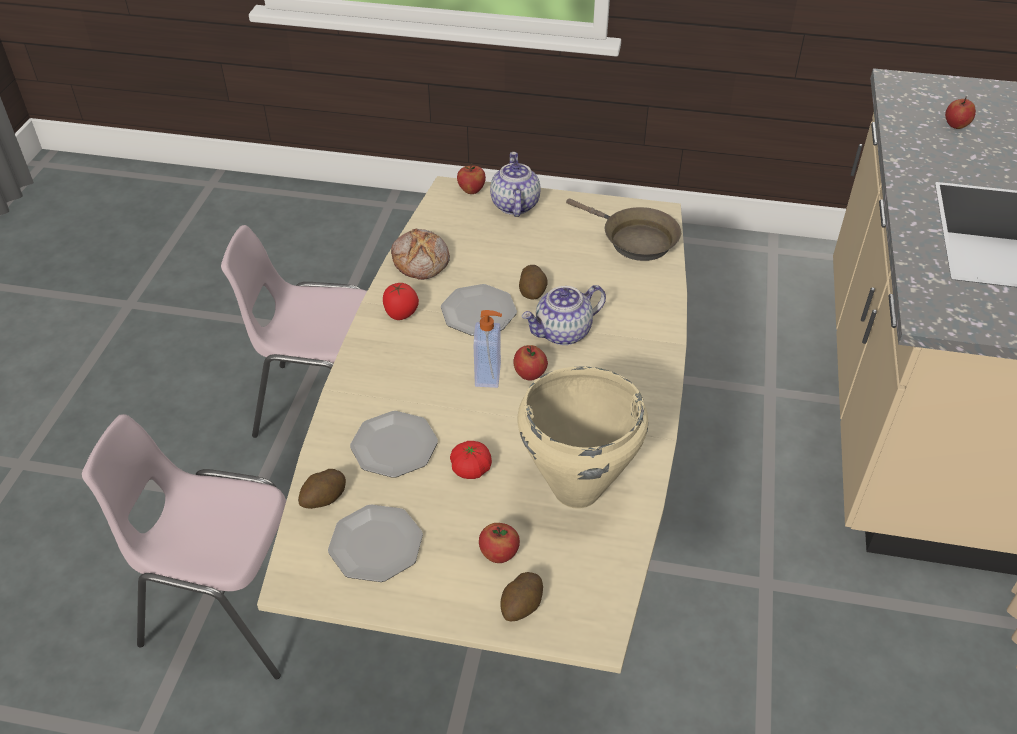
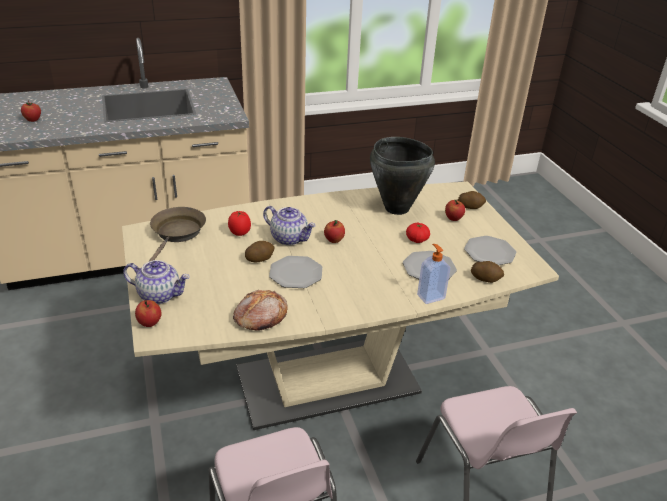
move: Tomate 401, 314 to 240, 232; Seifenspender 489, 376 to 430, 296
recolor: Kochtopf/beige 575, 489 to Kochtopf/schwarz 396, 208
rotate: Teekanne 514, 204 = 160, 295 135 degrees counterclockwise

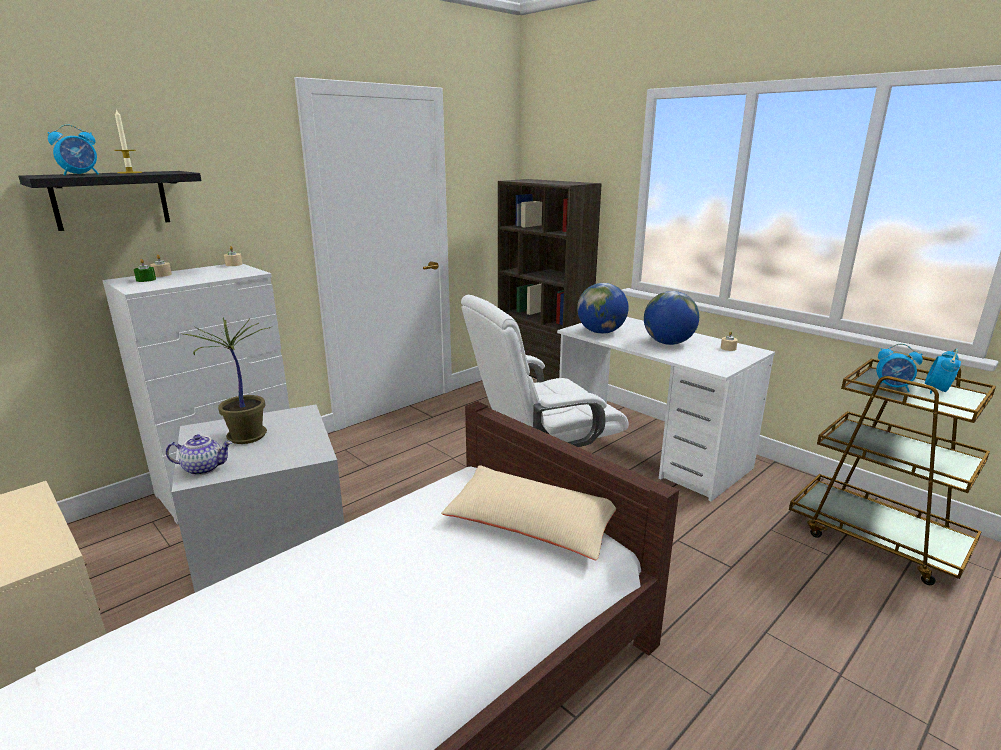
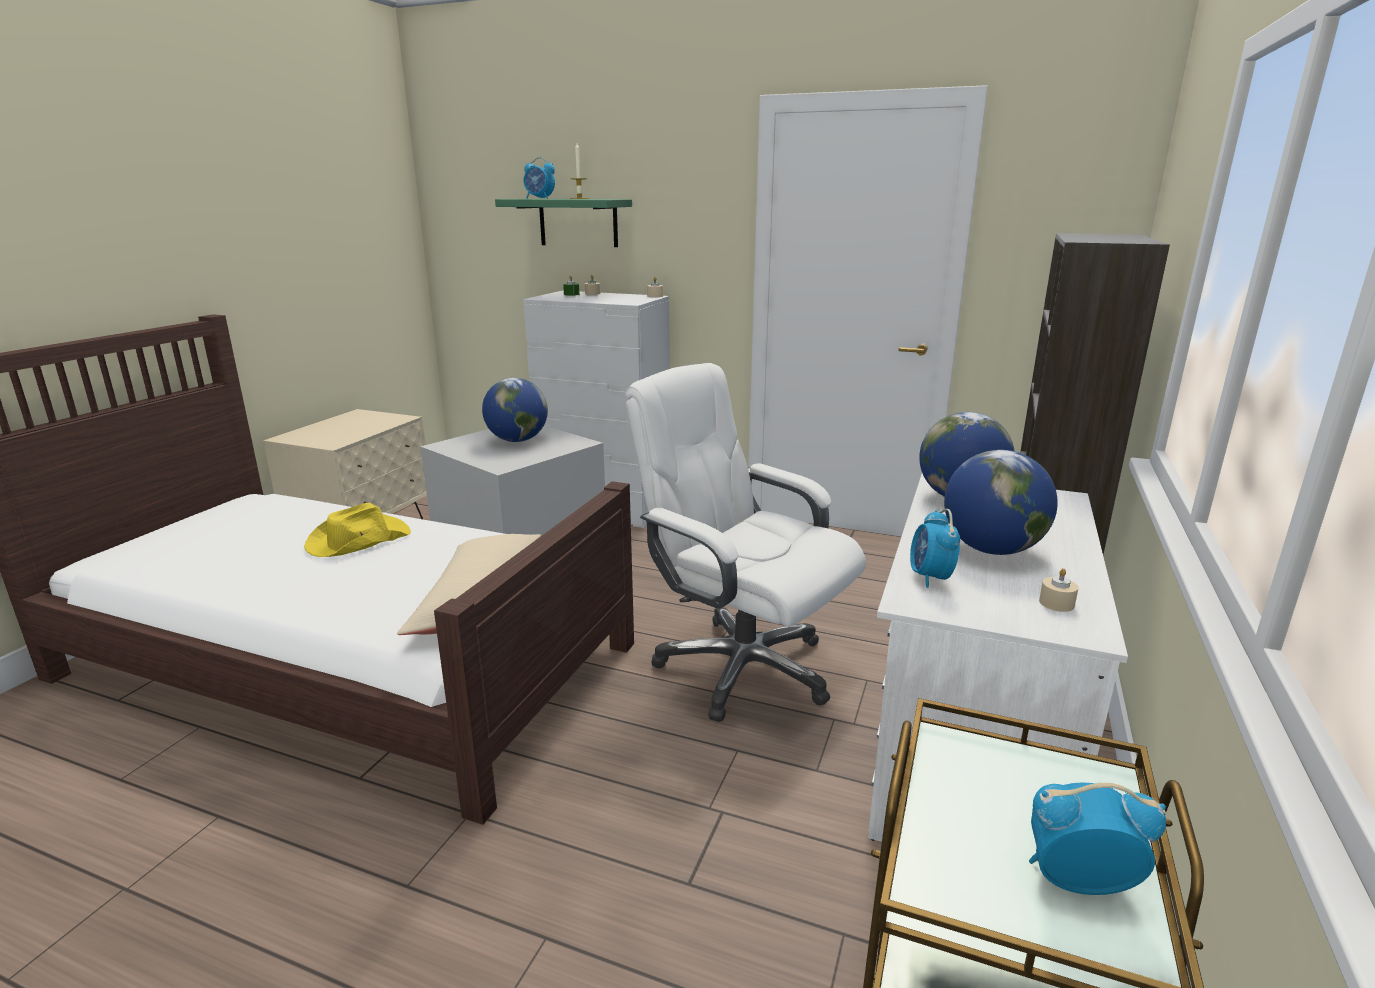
delete: Teekanne 204, 468
insert: Hut/gelb 357, 540
move: Wecker 892, 388 to 930, 578
replace: Topfpflanze 246, 437 to Globus 517, 440
recolor: Wandregal/schwarz 111, 200 to Wandregal/grün 578, 222

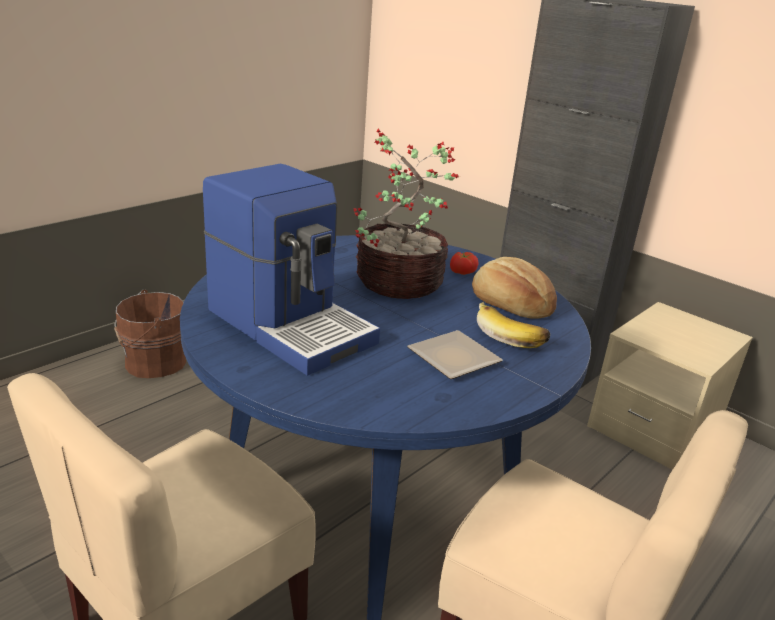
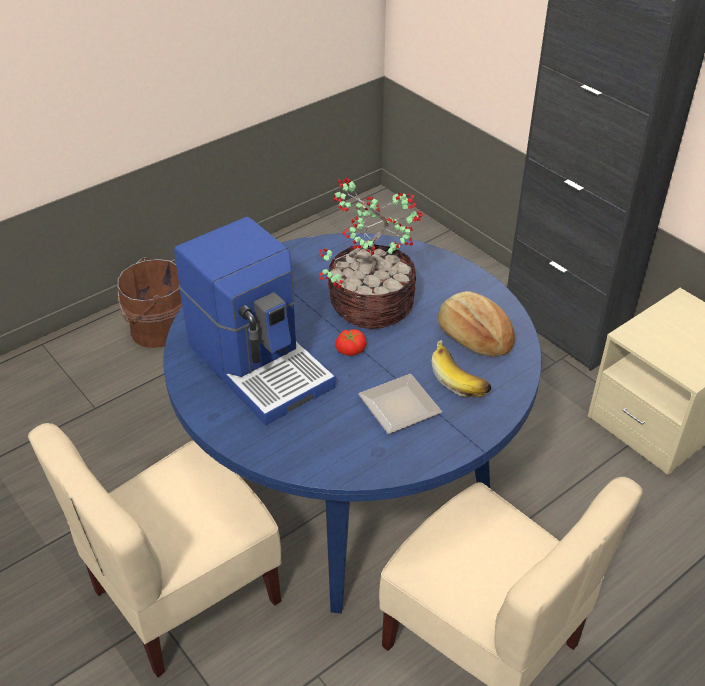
move: Tomate 462, 271 to 350, 349

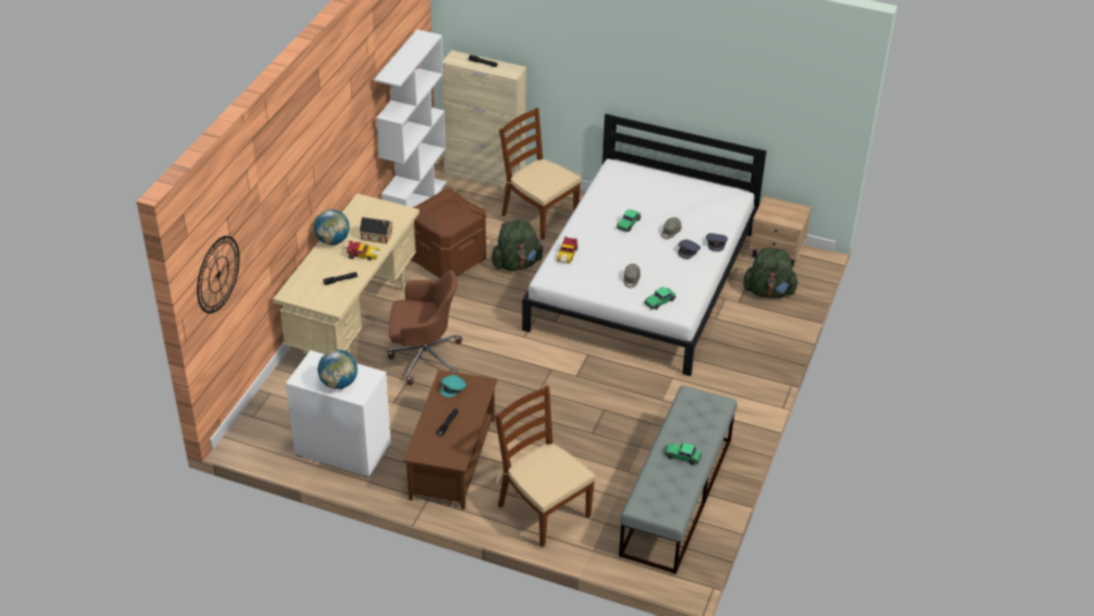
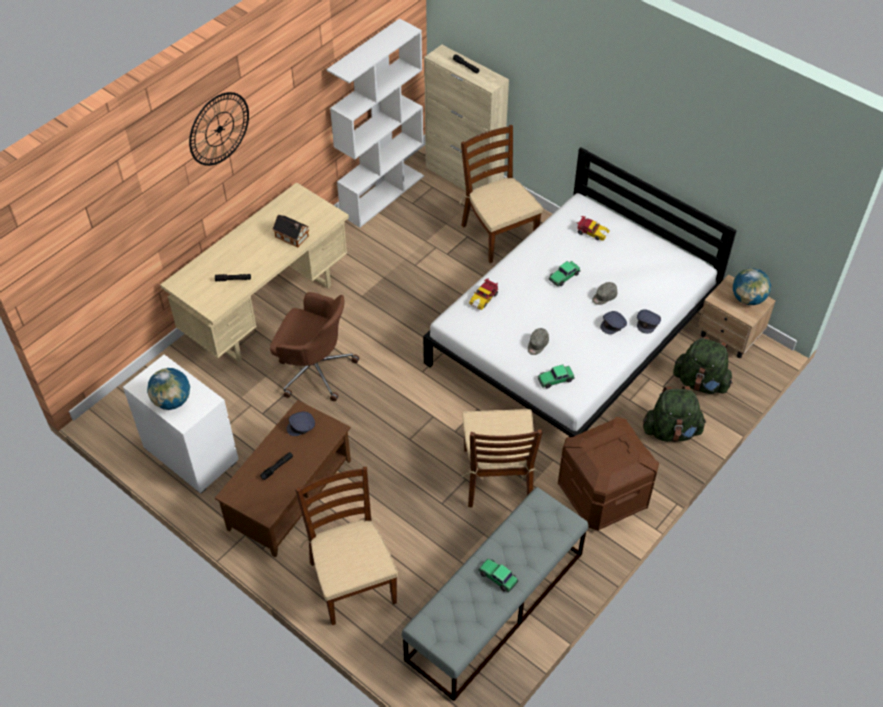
insert: Stuhl/braun 497, 477
move: Wanduhr 218, 274 to 219, 129; Aufbewahrungsbox/braun 447, 260 to 602, 495; Spielzeugauto 362, 255 to 591, 232; Rucksack/grün 517, 264 to 671, 431; Globus 333, 241 to 748, 299
recolor: Kappe/türkis 453, 388 to Kappe/grau 301, 426

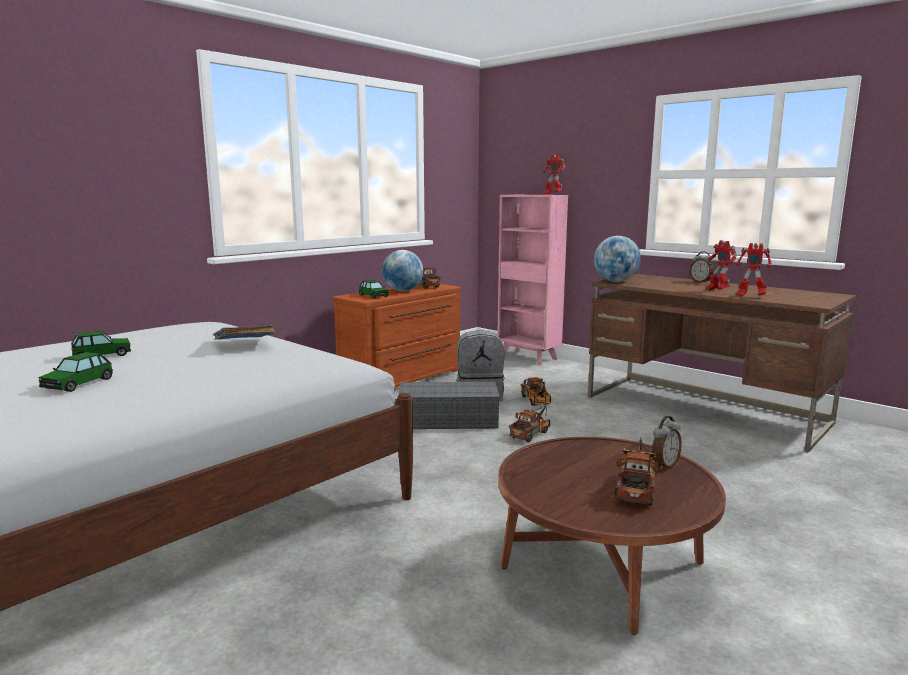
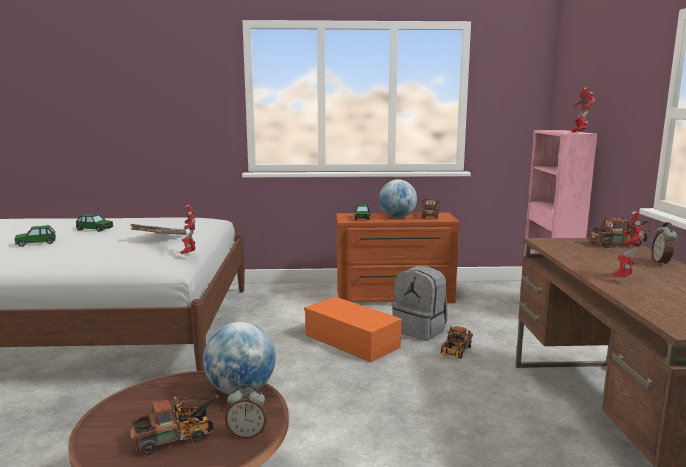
move: Spielzeugroboter 750, 296 to 189, 254; Globus 615, 281 to 241, 391; Spielzeuglaster 531, 433 to 620, 244
recolor: Aufbewahrungsbox/grau 450, 419 to Aufbewahrungsbox/orange 353, 341

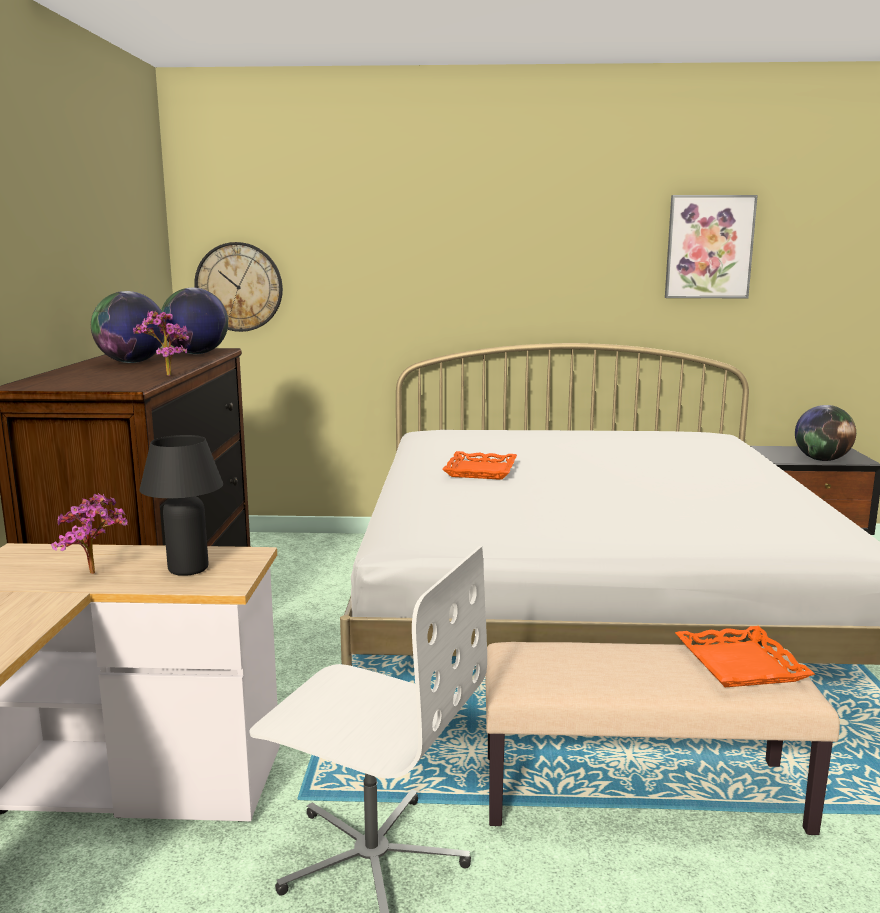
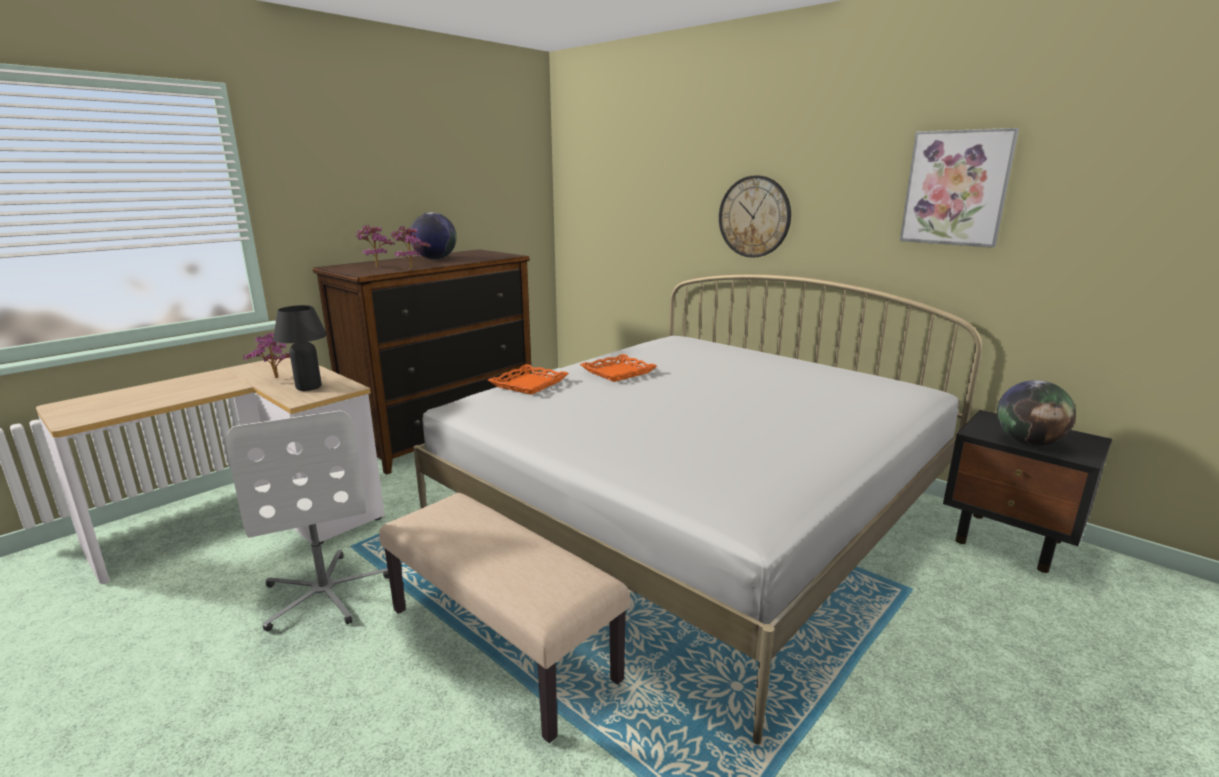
delete: Globus 196, 354
insert: Topfpflanze 376, 266
move: Tablett/orange 739, 664 to 528, 384; Wanduhr 239, 287 to 754, 217

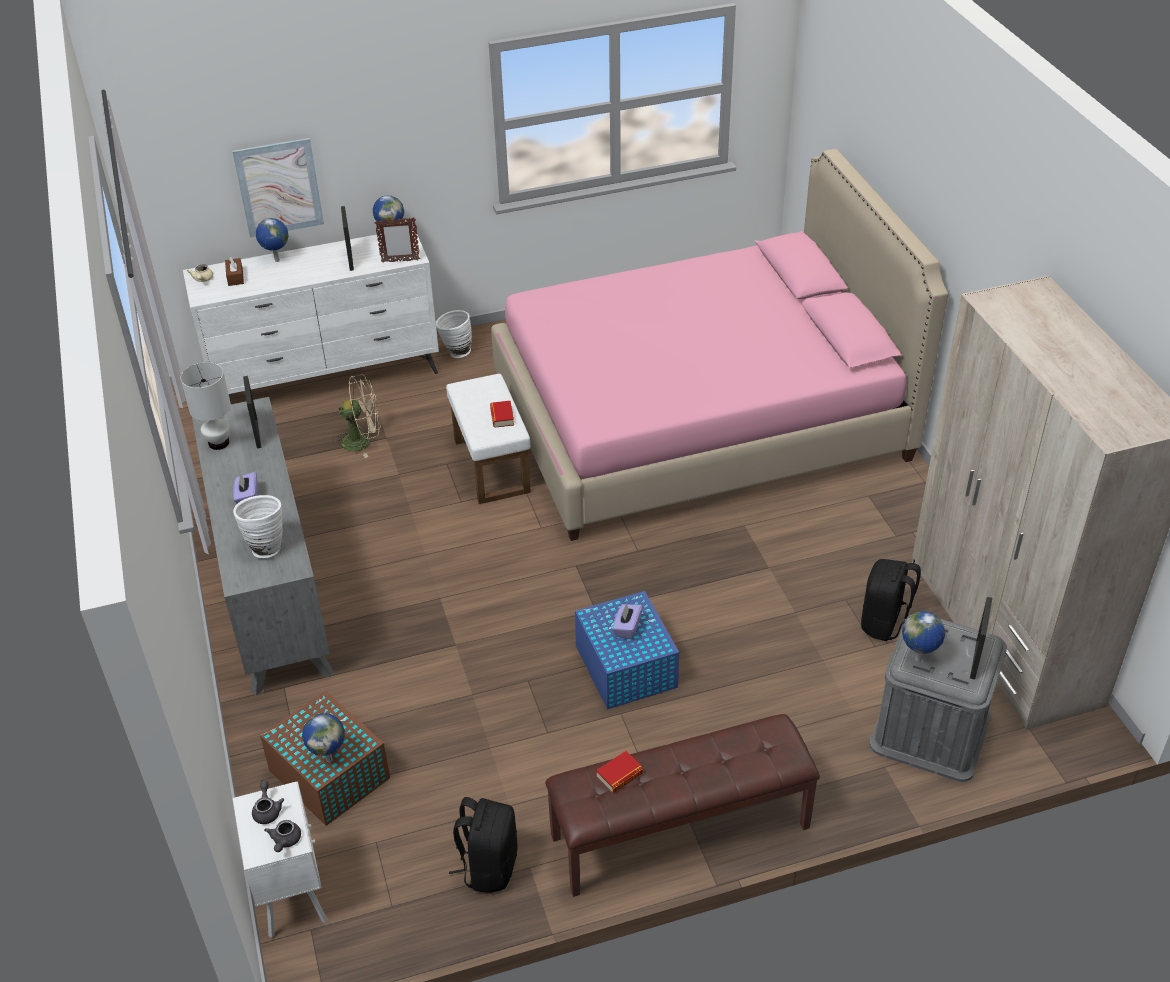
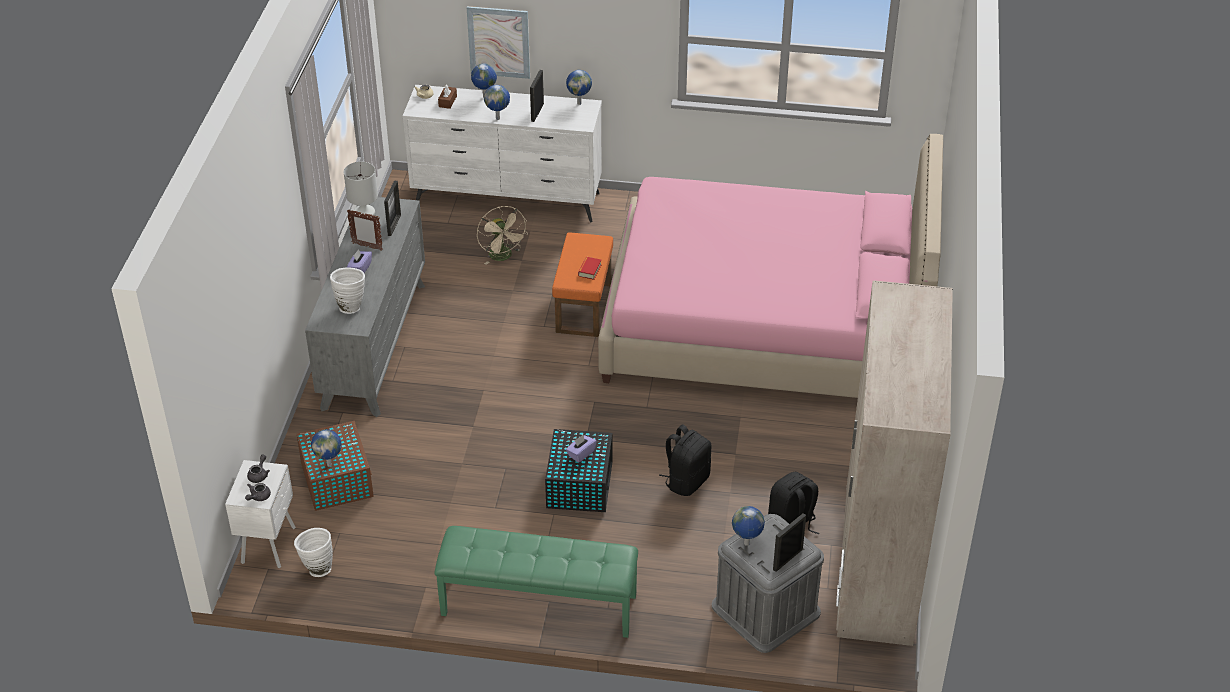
delete: Buch 619, 775
insert: Globus 498, 118
move: Vase/weiß 455, 352 to 316, 567; Bilderrahmen 400, 261 to 367, 246; Rucksack/schwarz 489, 866 to 686, 481
recolor: Bank/braun 680, 833 to Bank/grün 538, 605; Aufbewahrungsbox/blau 625, 665 to Aufbewahrungsbox/schwarz 580, 484; Polsterhocker/weiß 493, 466 to Polsterhocker/orange 584, 308
rotate: Ventilator/beige 363, 441 = 503, 257 45 degrees clockwise

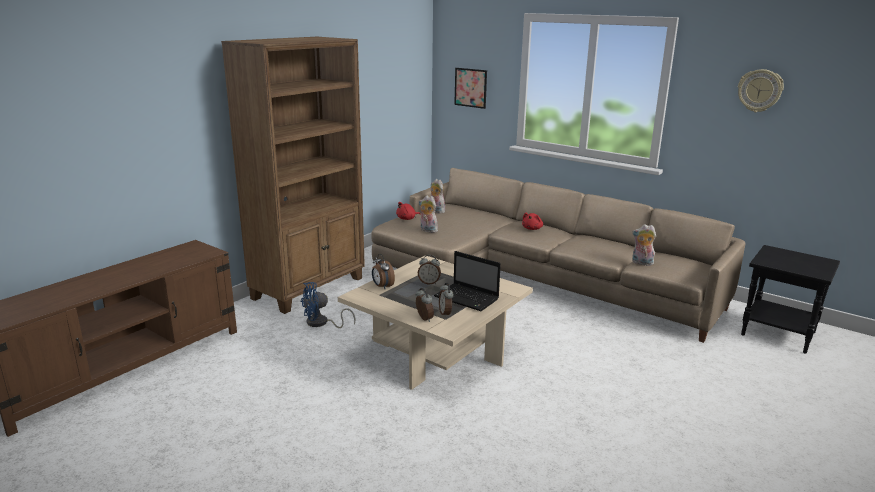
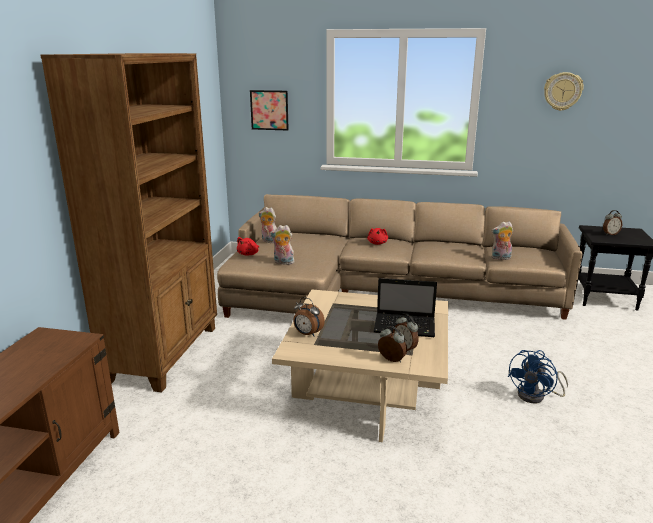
move: Ventilator/blau 321, 323 to 536, 396; Wecker 429, 283 to 610, 234

